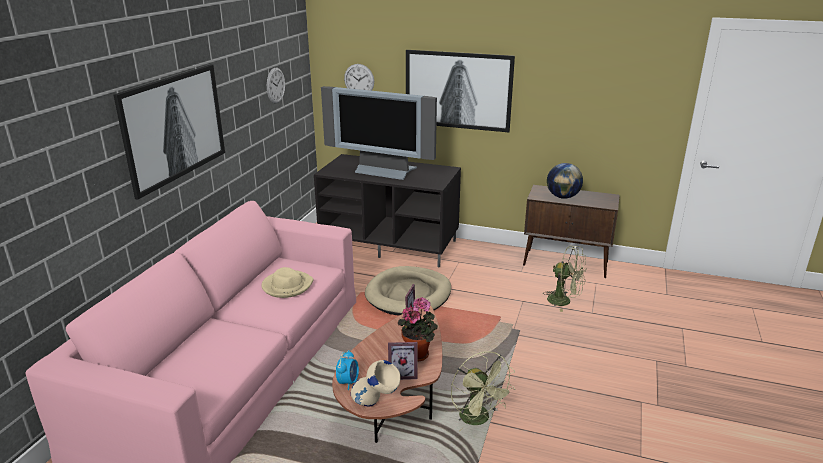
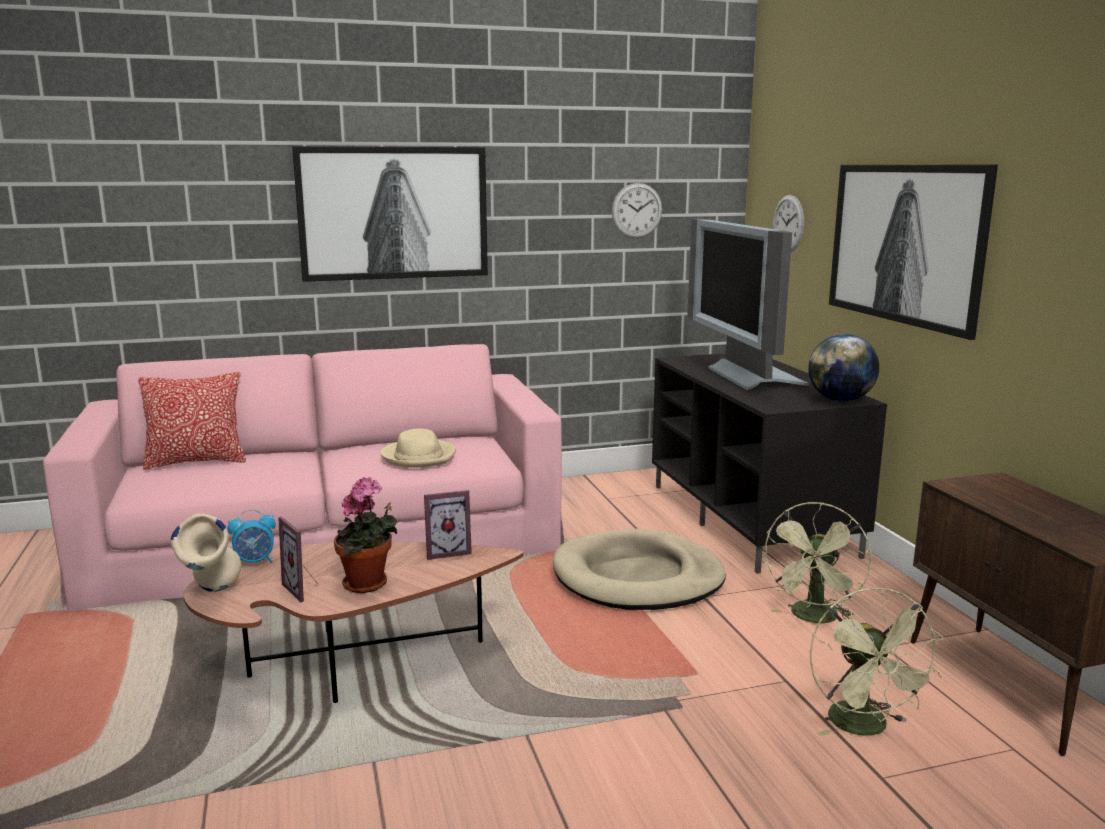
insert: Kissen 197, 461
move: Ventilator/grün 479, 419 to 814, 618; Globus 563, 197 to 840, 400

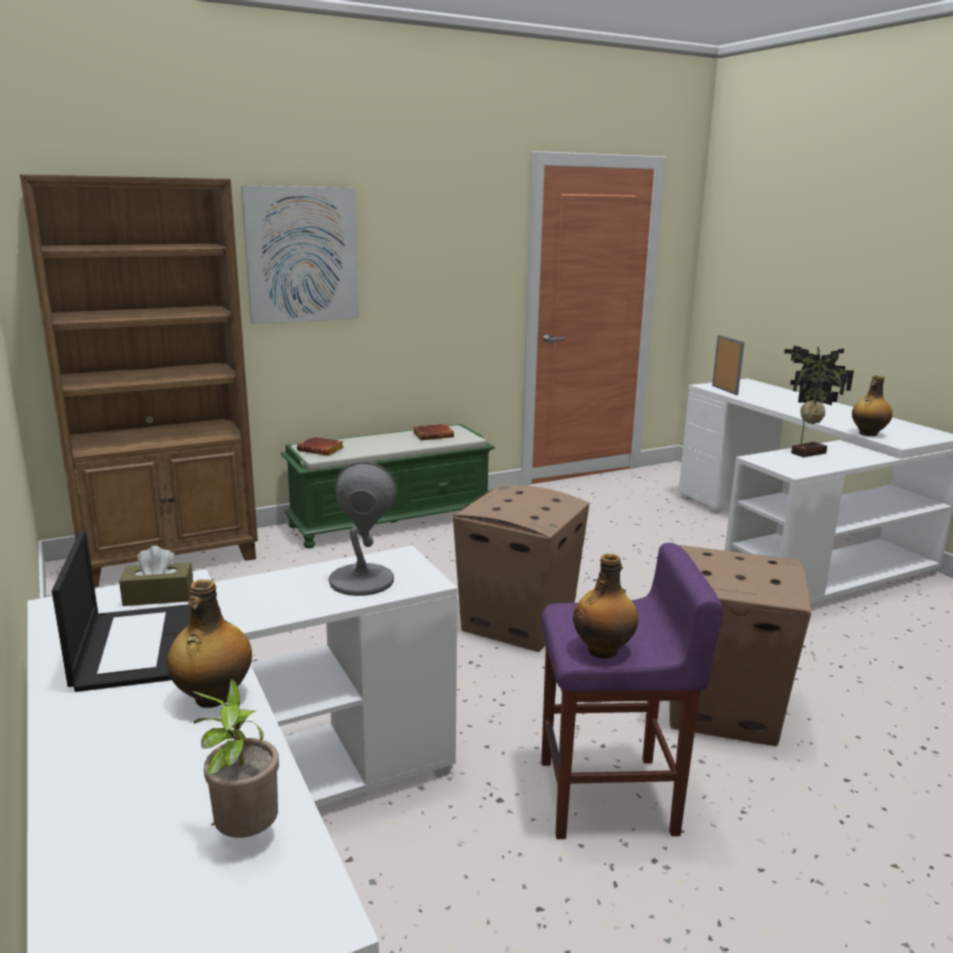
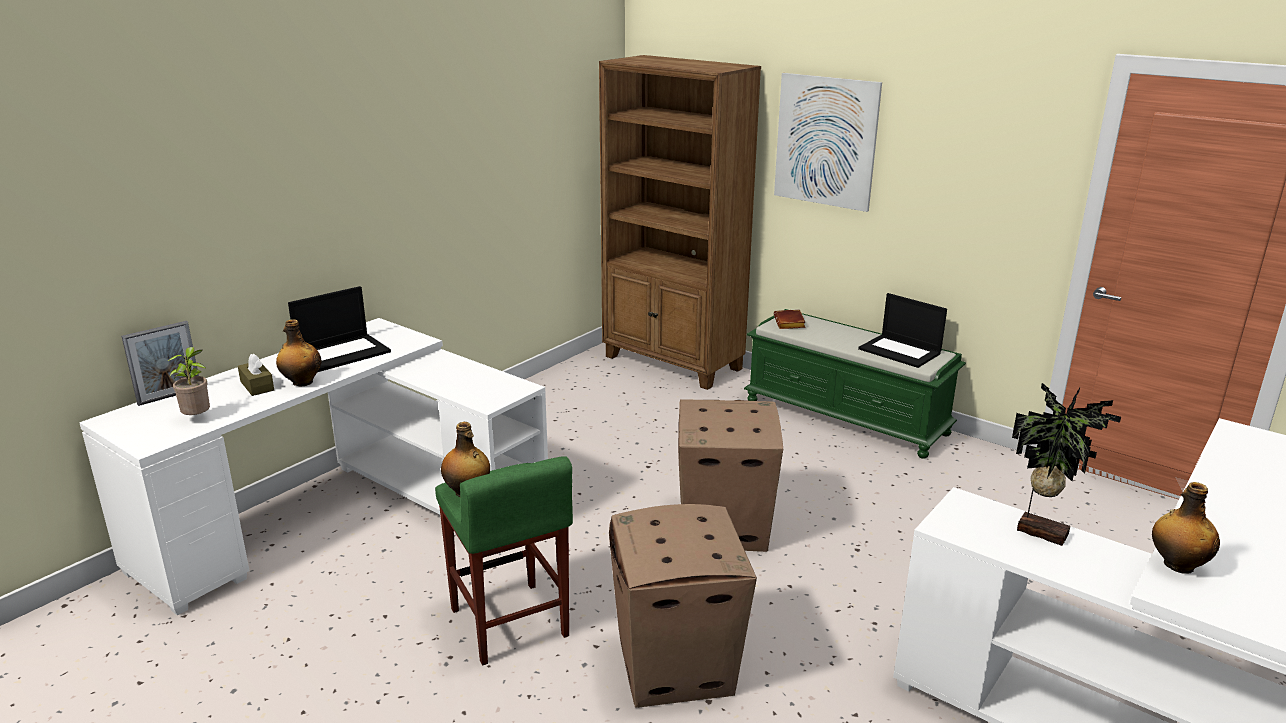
delete: Tischlampe/grau 361, 581
move: Bilderrahmen 724, 390 to 170, 396; Taschentuchbox/braun 159, 596 to 257, 386
replace: Buch/braun 433, 435 to Laptop 900, 351
recolor: Hocker/lila 609, 797 to Hocker/grün 509, 623

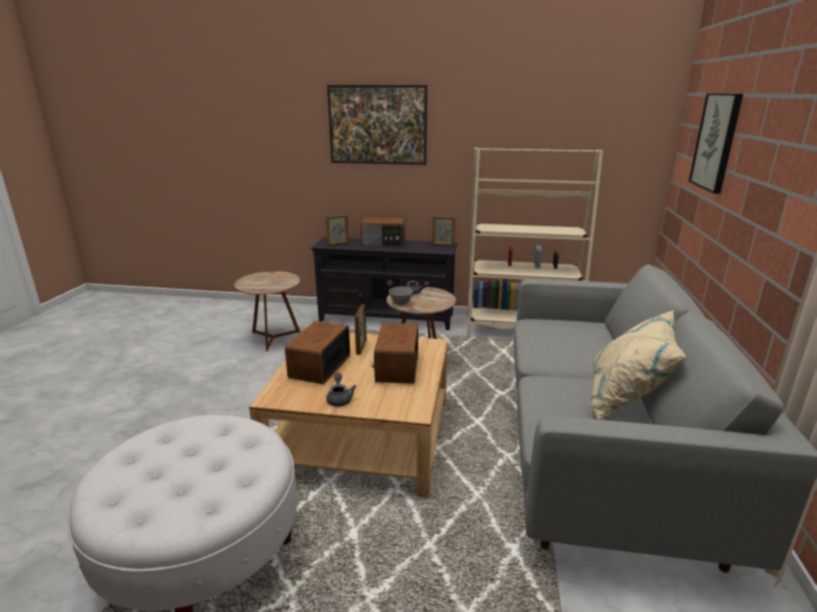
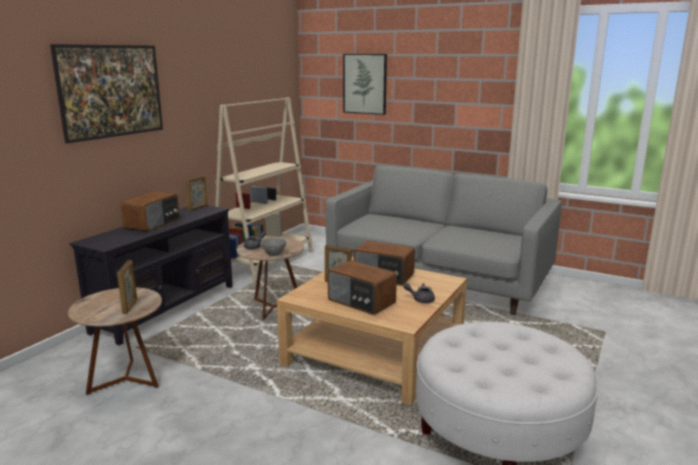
delete: Kissen/beige 626, 398
move: Bilderrahmen 338, 244 to 130, 306

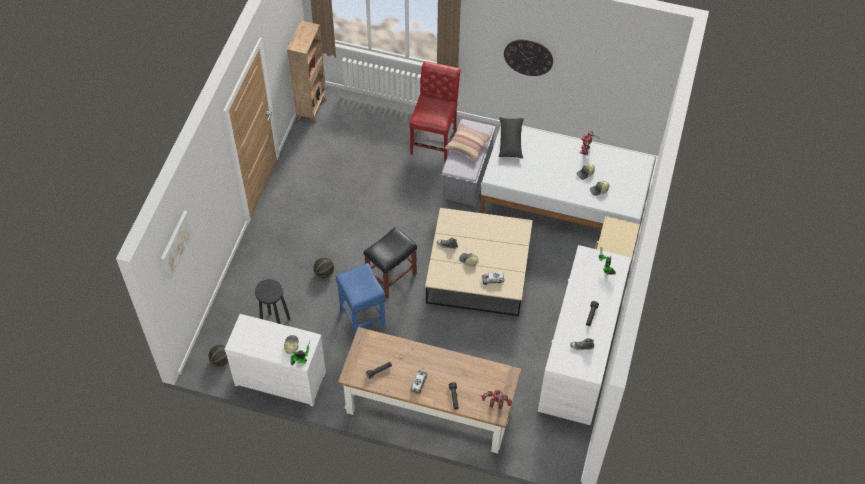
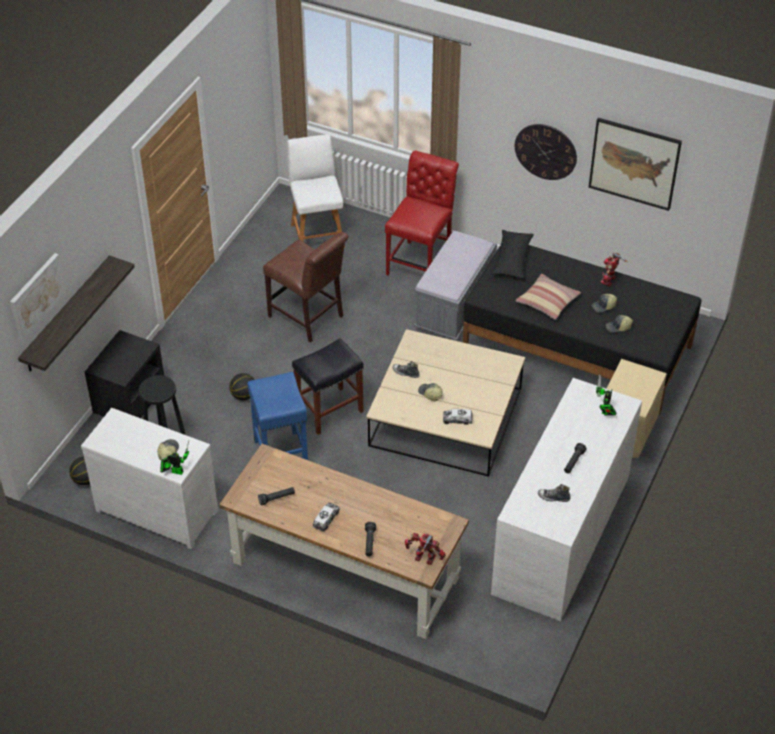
delete: Bücherregal/braun 312, 109
insert: Wandregal 67, 315; Nachttisch/schwarz 131, 403; Stuhl/braun 308, 318; Stuhl/weiß 317, 234; Bild 634, 163
move: Kissen 467, 145 to 547, 302
recolor: Bett/weiß 564, 200 to Bett/schwarz 577, 348

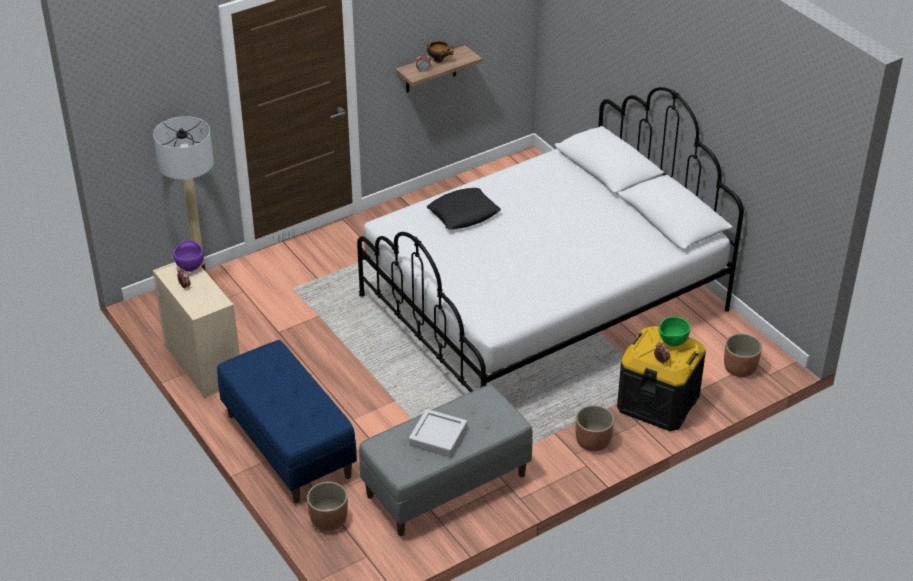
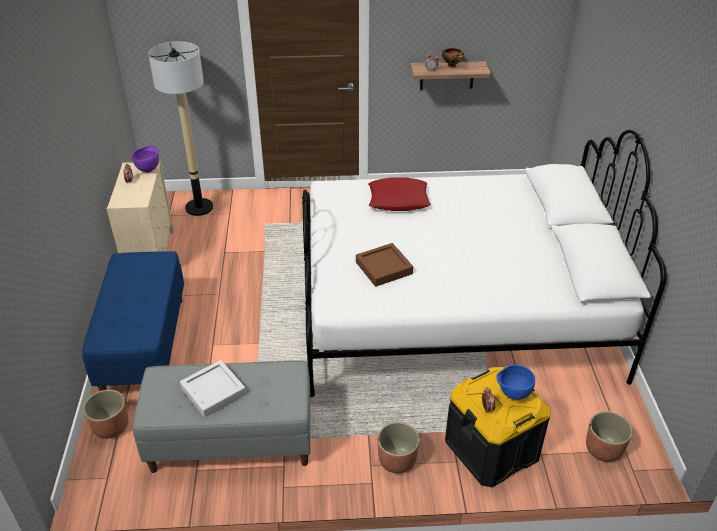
insert: Tablett/braun 384, 268
recolor: Kissen/schwarz 463, 214 to Kissen/rot 398, 200; Schüssel/grün 671, 343 to Schüssel/blau 512, 394

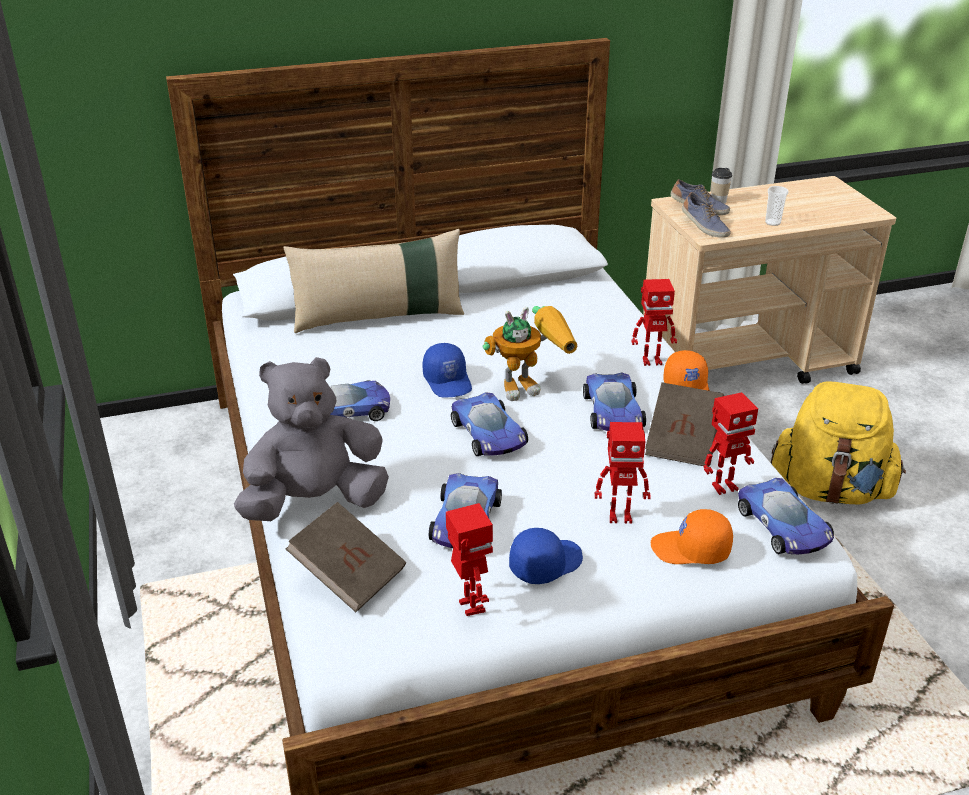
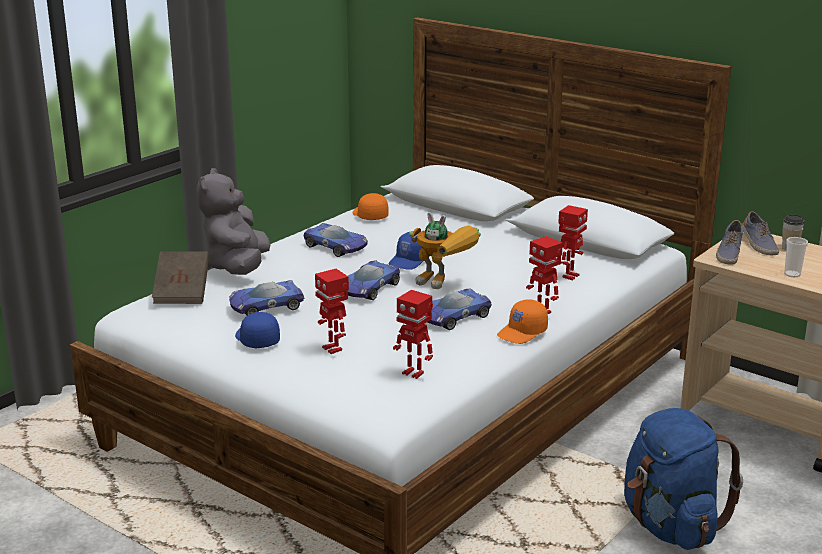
delete: Kissen/beige 379, 317; Buch/braun 683, 442; Spielzeugauto 784, 527
move: Kappe/orange 691, 550 to 369, 215; Spielzeugroboter 470, 606 to 569, 276
recolor: Rucksack/gelb 830, 490 to Rucksack/blau 670, 526
rotate: Plüschtier/grau 315, 502 = 238, 267 120 degrees counterclockwise; Kappe/blau 545, 563 = 256, 339 135 degrees counterclockwise

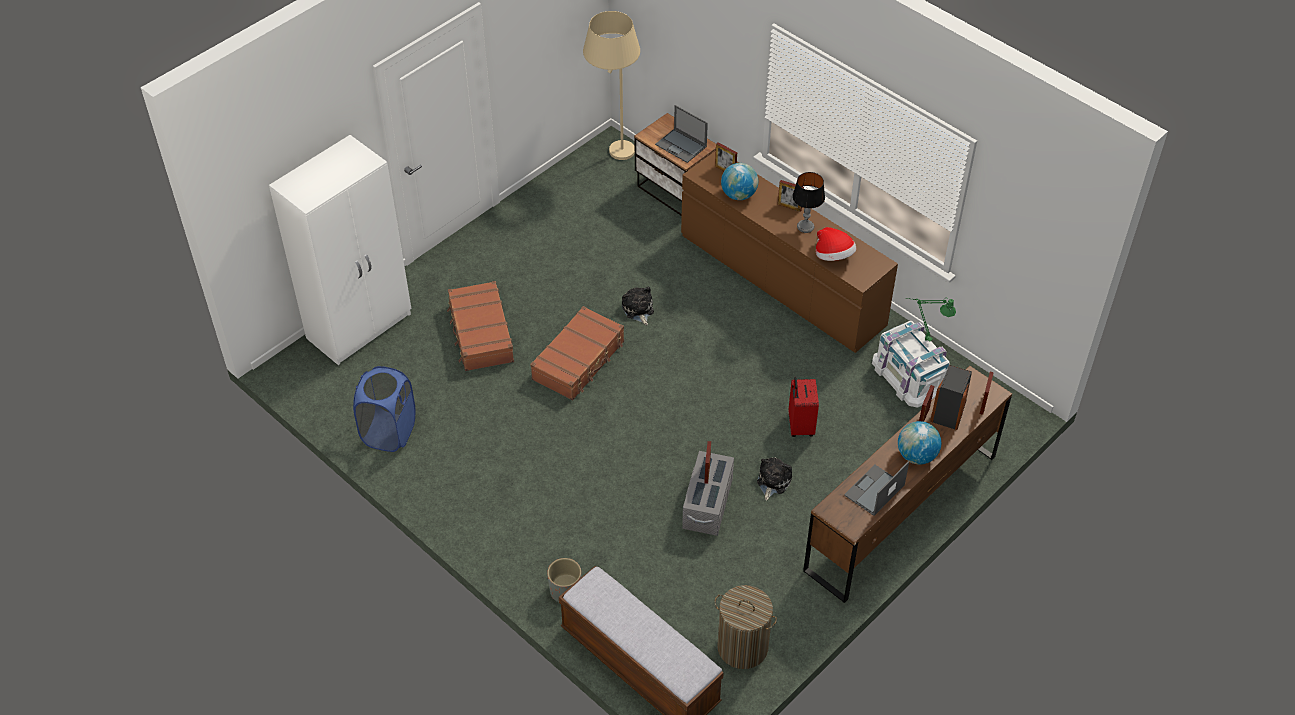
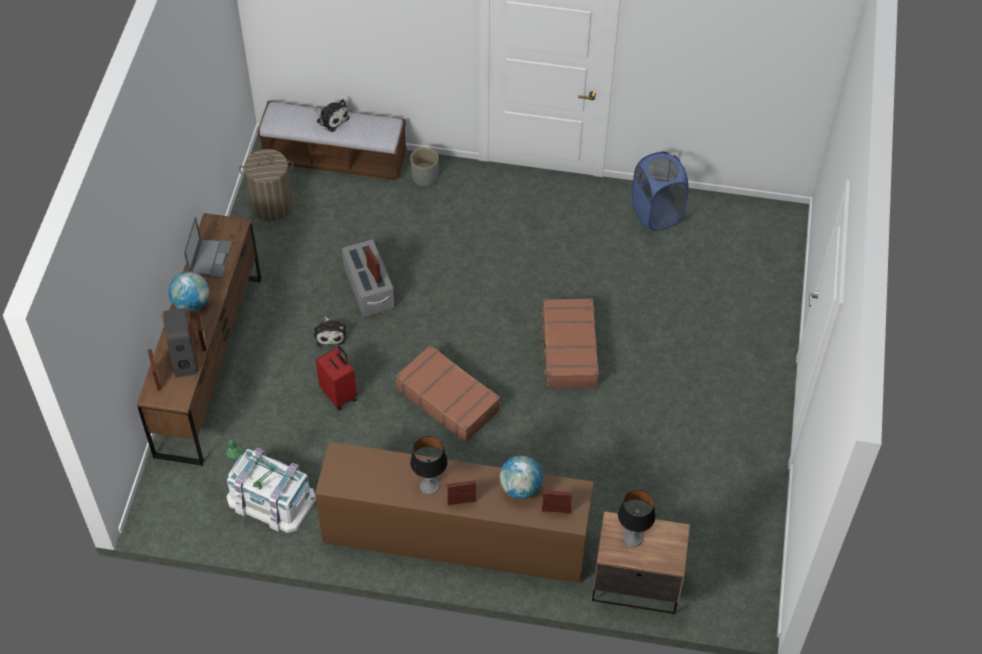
delete: Kleiderschrank/weiß 360, 326; Stehlampe/beige 614, 159; Hut 833, 256
move: Plüschtier 638, 310 to 331, 119; Koffer/braun 480, 334 to 448, 399
replace: Laptop 681, 146 to Tischlampe 632, 538

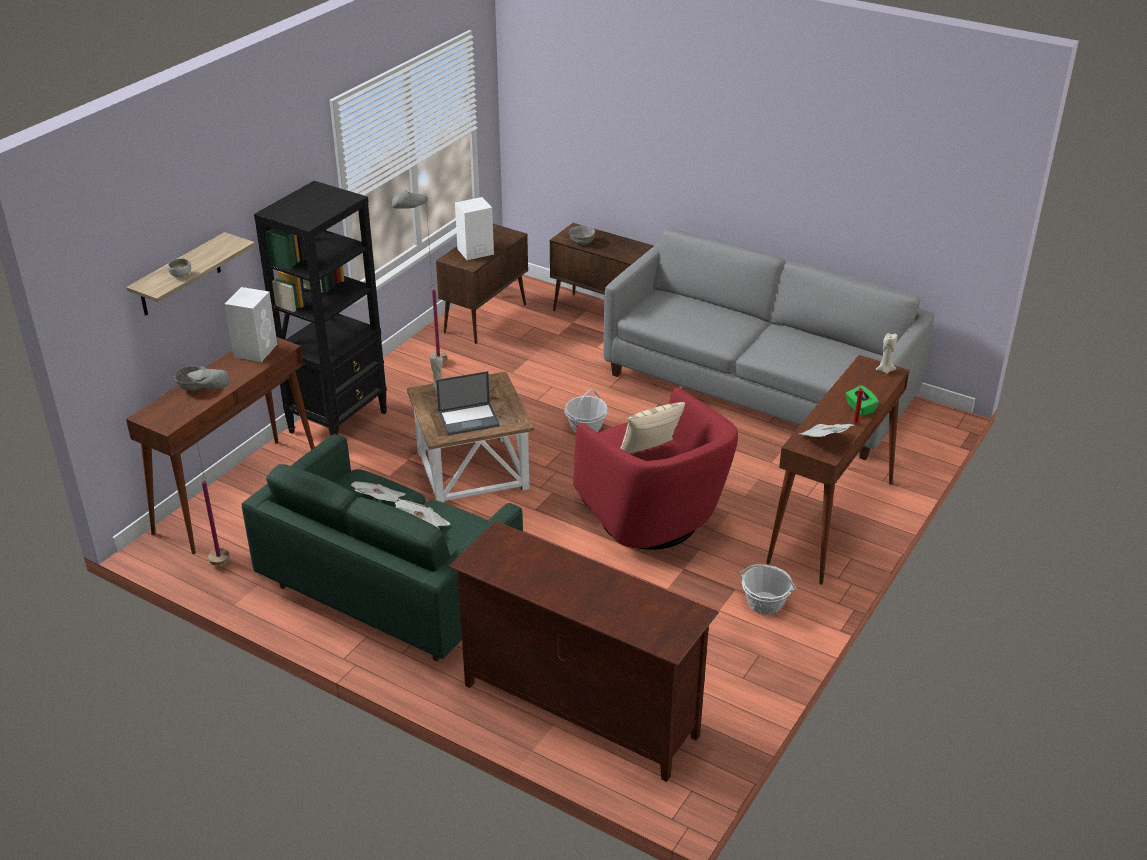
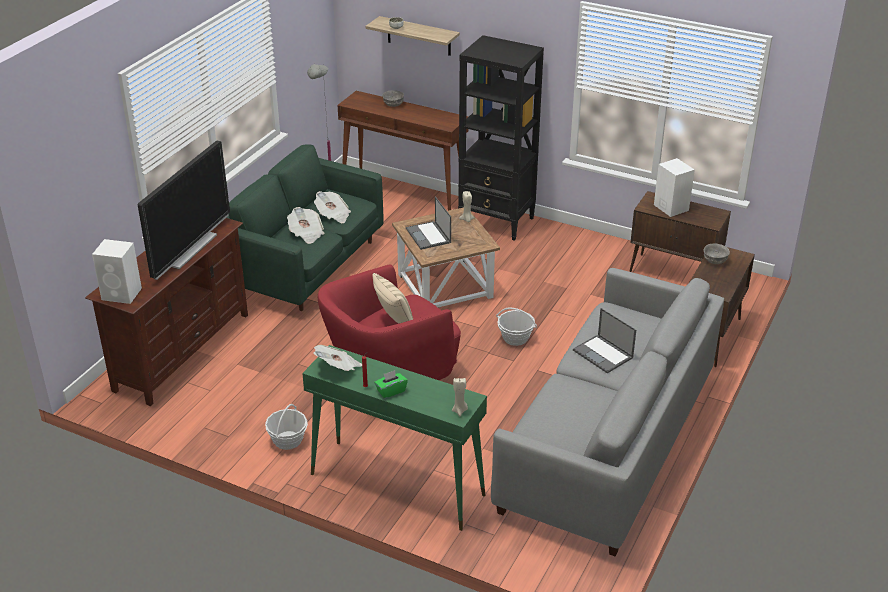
delete: Stehlampe/grau 427, 369
insert: Fernseher 189, 249; Laptop 603, 354
move: Lautsprecher/weiß 256, 350 to 122, 294
recolor: Konsolentisch/braun 831, 522 to Konsolentisch/grün 396, 484

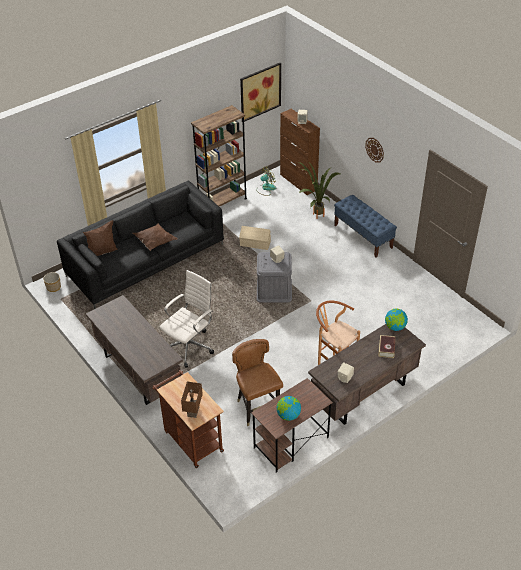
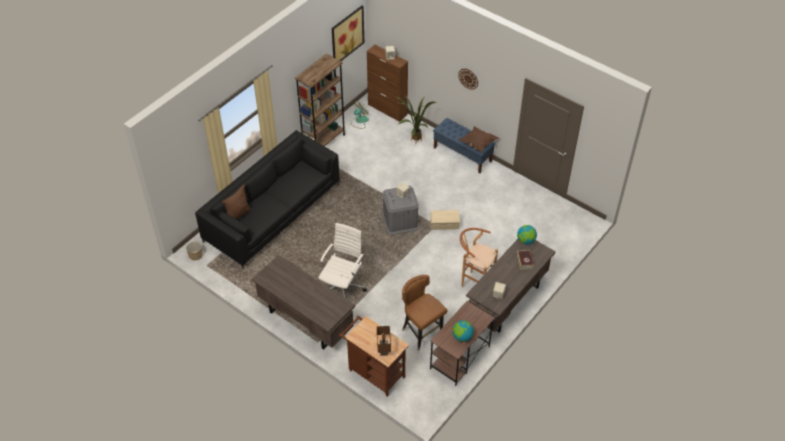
move: Aufbewahrungsbox/beige 255, 244 to 444, 225; Kissen/braun 155, 242 to 477, 144

